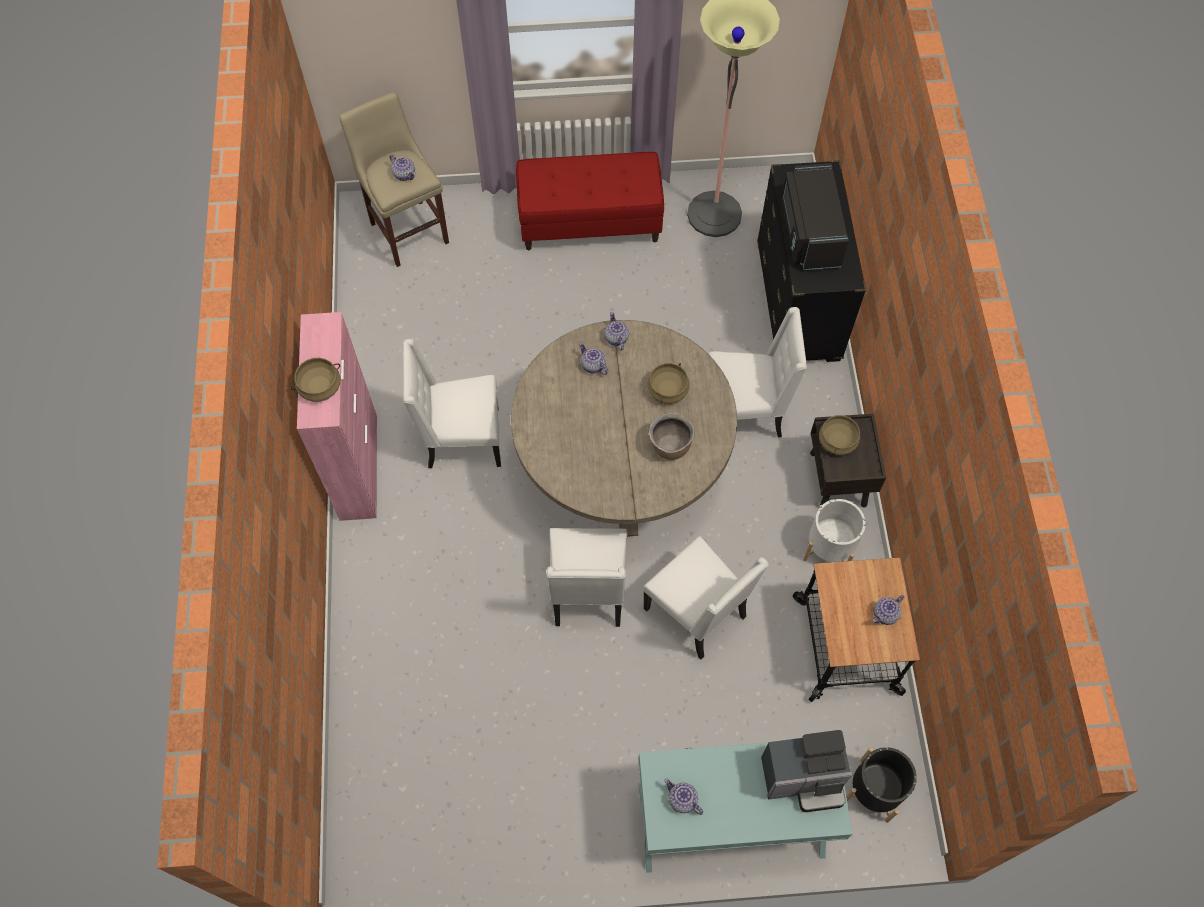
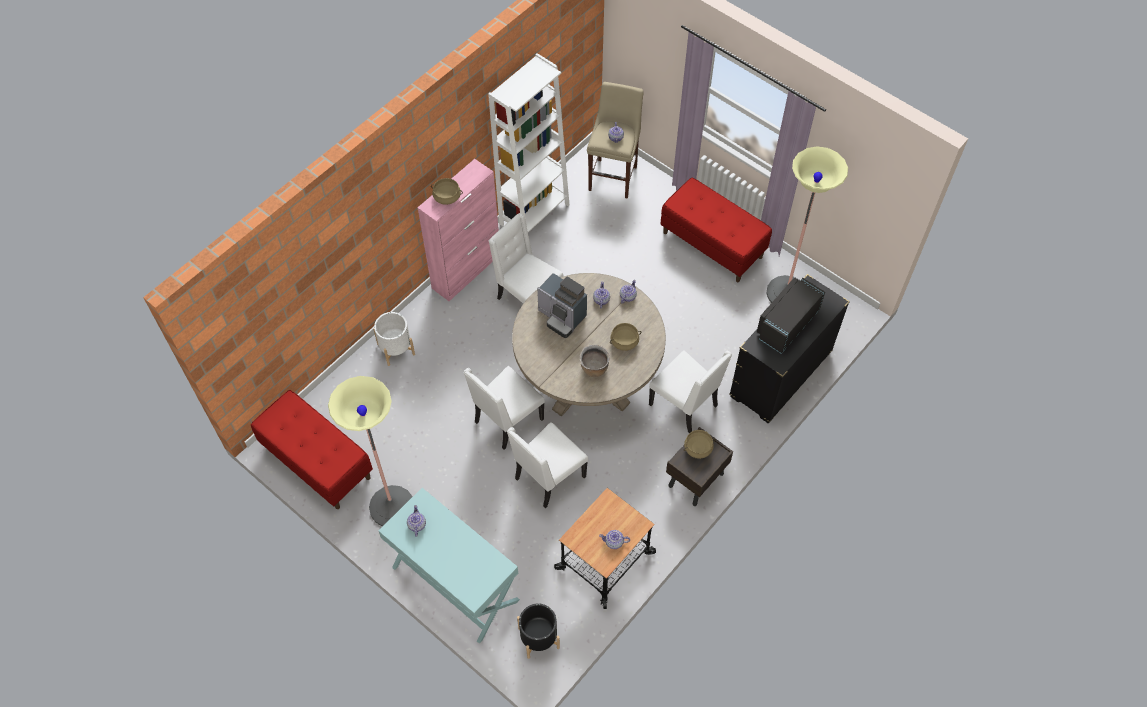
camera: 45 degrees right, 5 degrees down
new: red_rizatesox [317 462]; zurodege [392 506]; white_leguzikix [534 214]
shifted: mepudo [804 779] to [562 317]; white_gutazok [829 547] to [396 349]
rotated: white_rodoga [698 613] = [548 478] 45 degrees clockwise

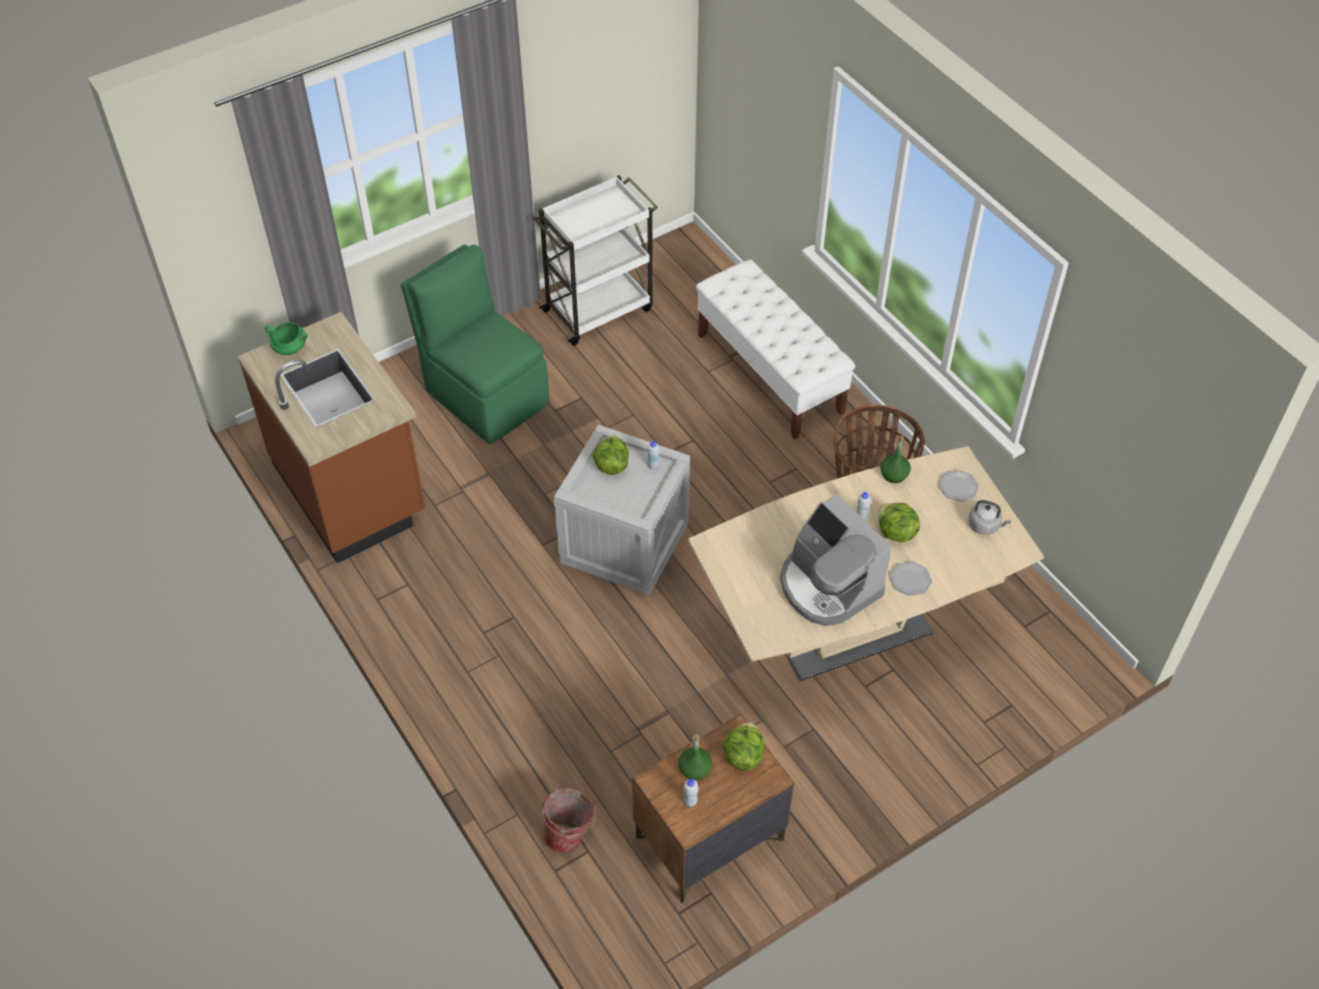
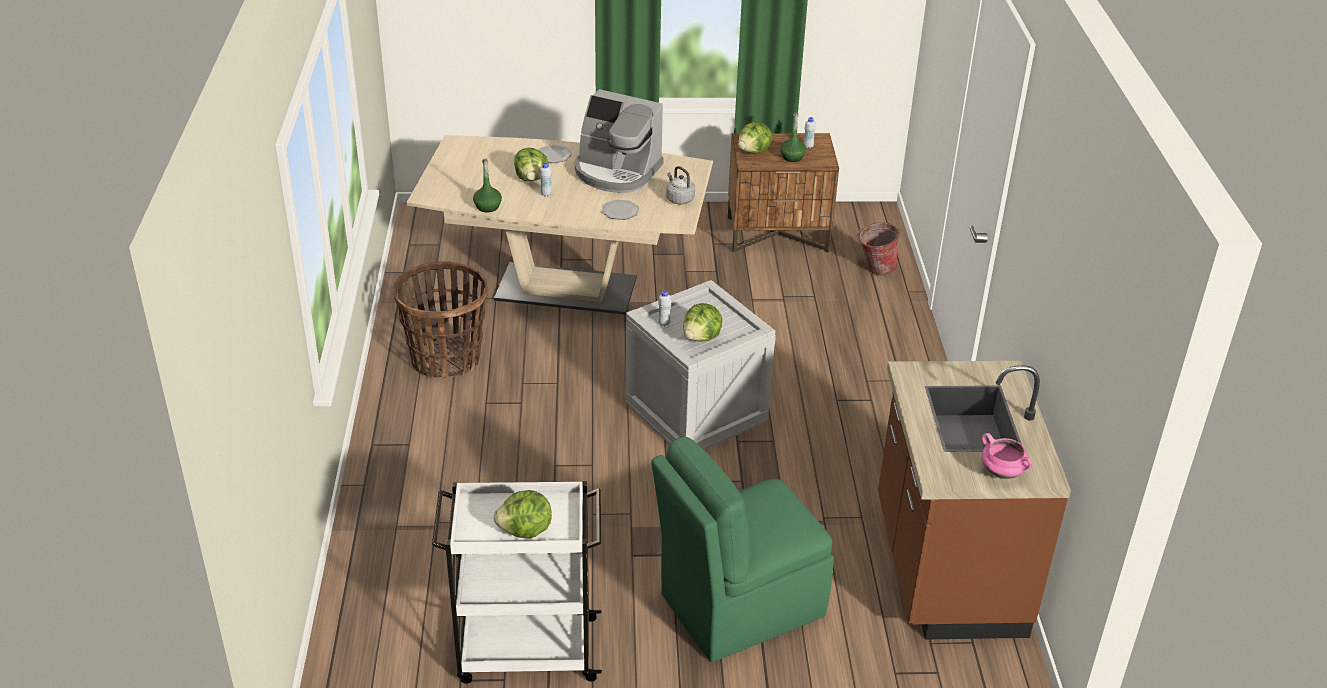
camera: 150 degrees left, 15 degrees down
gone: white_rizatesox [770 374]
new: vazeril [525 531]
shifted: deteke [957 487] to [620 211]; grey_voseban [985 526] to [679 199]
repainted: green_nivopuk [289 349] to pink_nivopuk [1003 472]
rotated: green_rodoga [485 395] = [738 606] 75 degrees clockwise; mepudo [828 586] = [616 172] 120 degrees clockwise

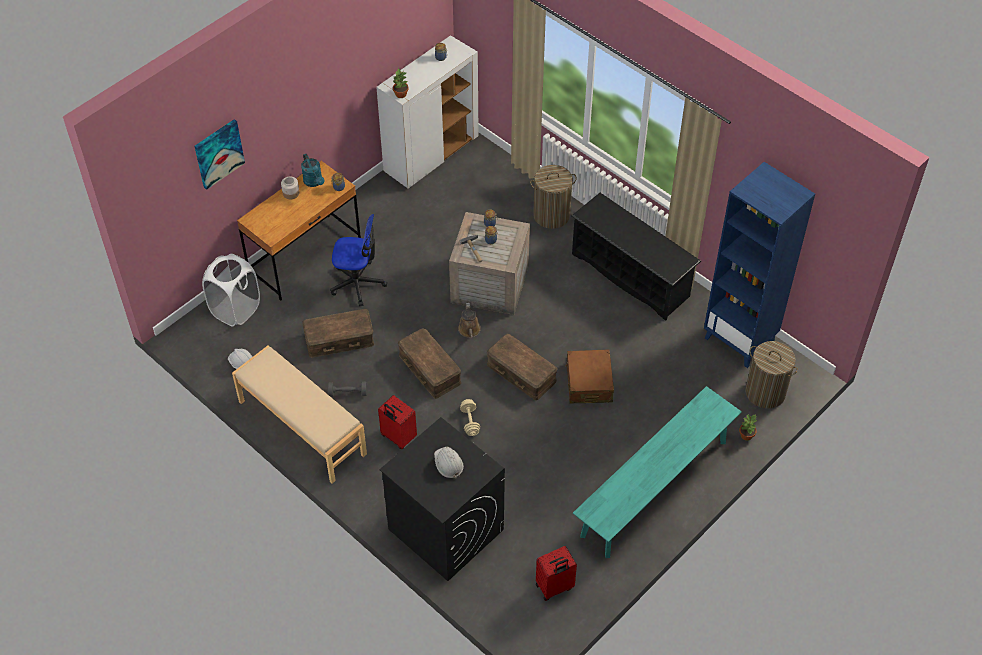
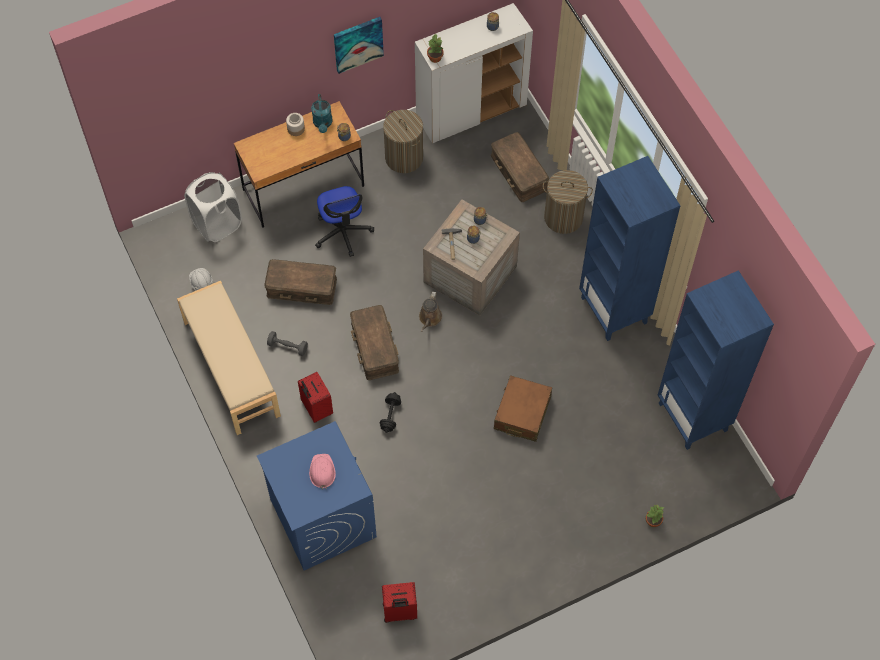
camera: 20 degrees right, 10 degrees up
gone: turquoise_rizatesox [654 488]
shifted: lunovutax [218 153] to [358 43]; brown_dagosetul [521 373] to [518 172]; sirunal [765 392] to [404 157]
swapped: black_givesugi [631 275] to blue_leguzikix [614 310]
repainted: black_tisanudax [445 529] to blue_tisanudax [322 517]; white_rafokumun [448 463] to pink_rafokumun [322 472]; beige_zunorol [470 422] to black_zunorol [390 415]
rotated: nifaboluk [358 283] = [343 232] 45 degrees clockwise

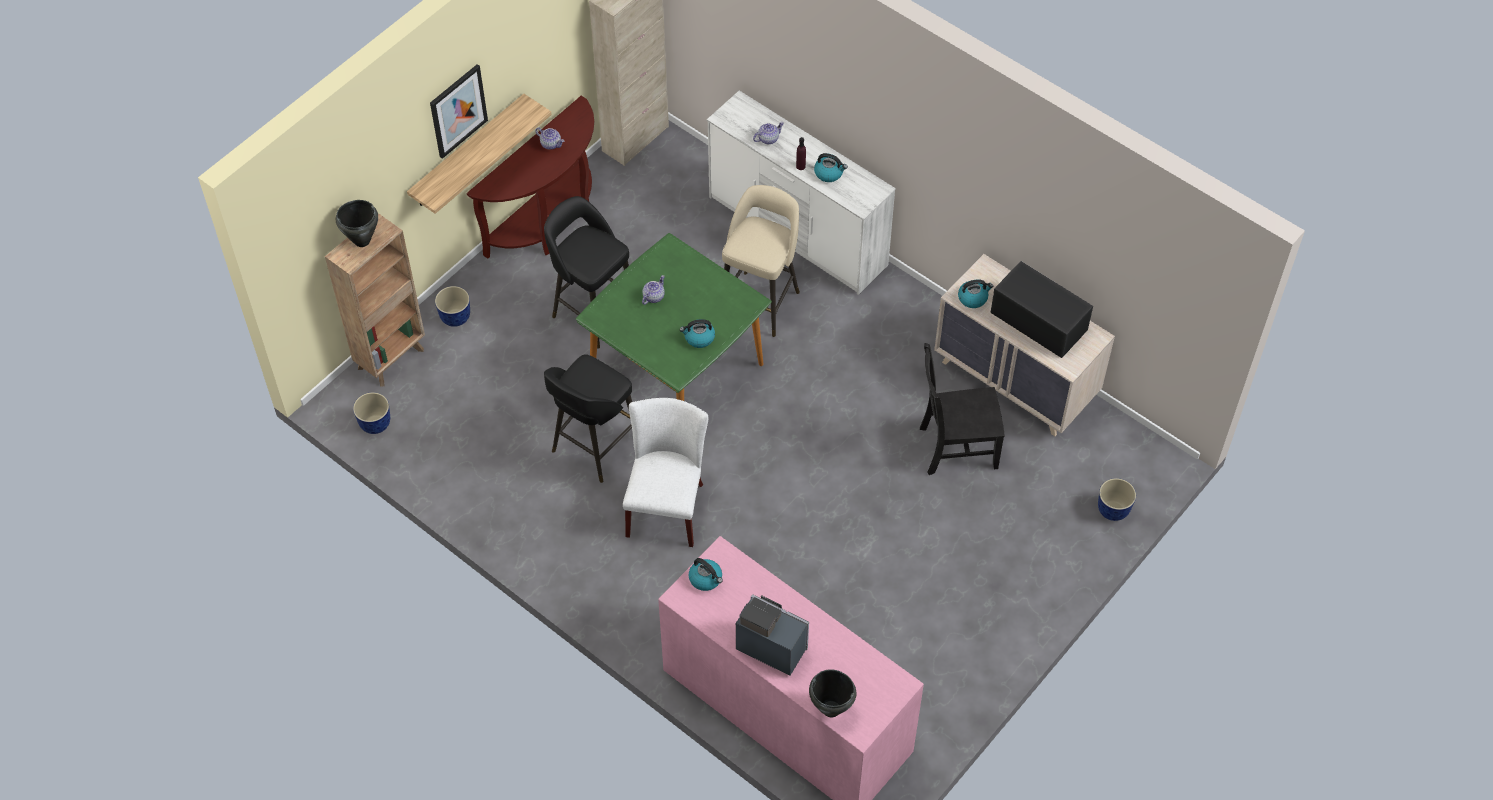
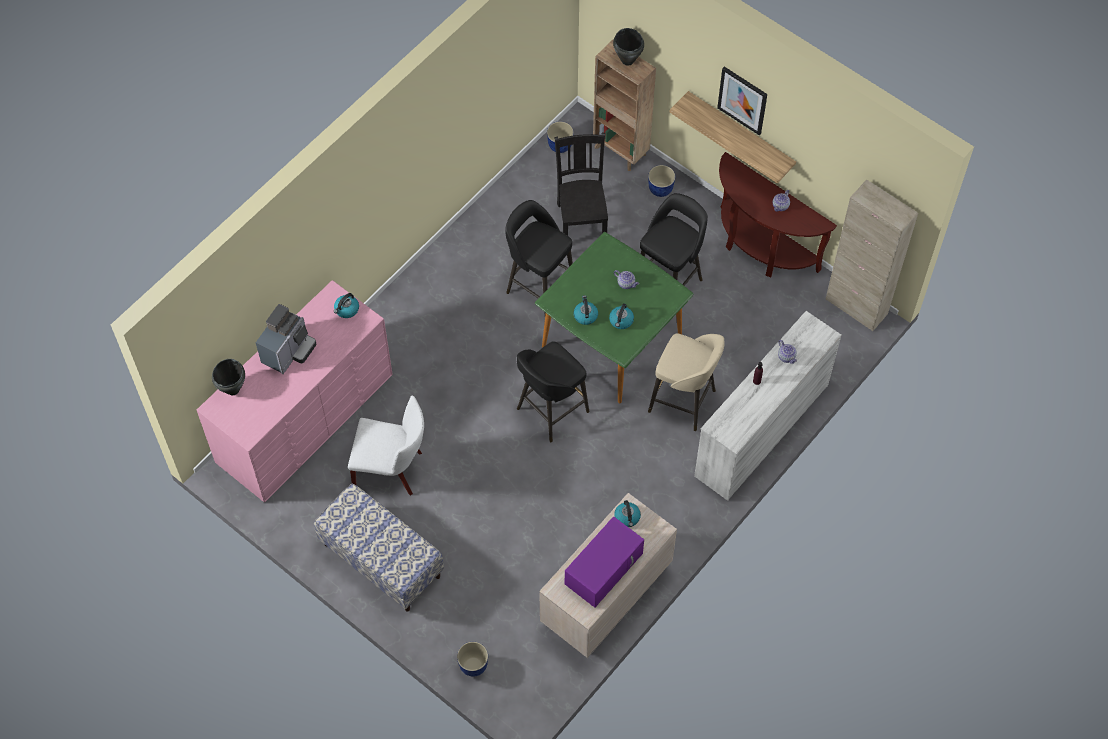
camera: 90 degrees right, 5 degrees up
new: rizatesox [381 560]; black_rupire [551 411]
shifted: white_rodoga [667 505] to [392 469]; voseban [829 173] to [621 321]; black_rodoga [955 447] to [581 221]
repainted: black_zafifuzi [1037 320] to purple_zafifuzi [604 567]

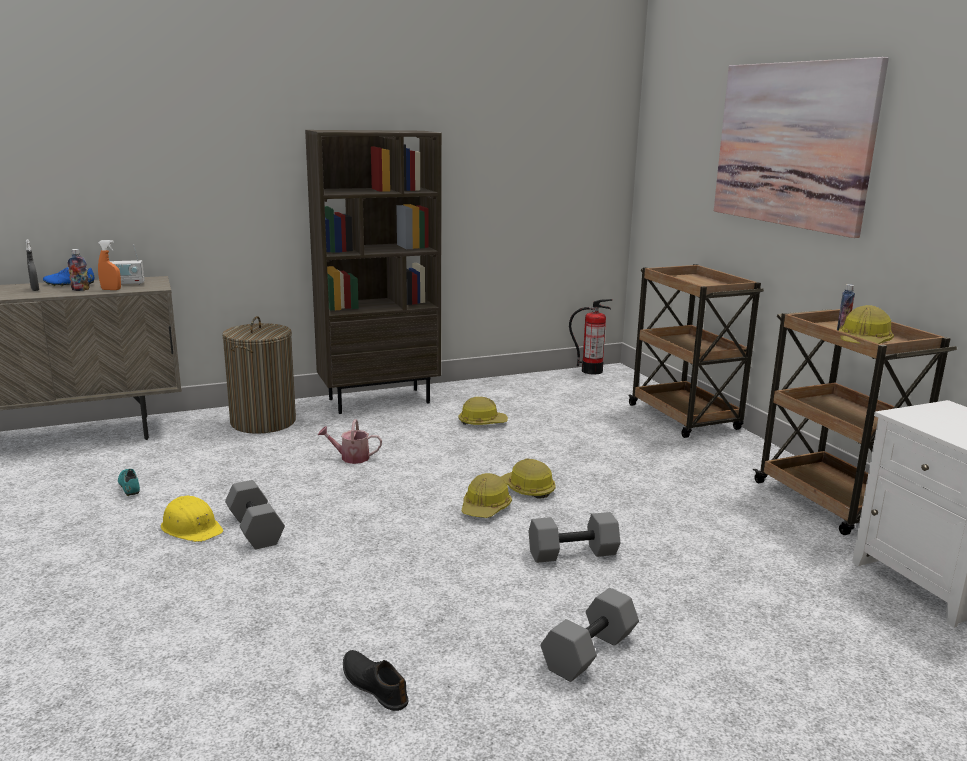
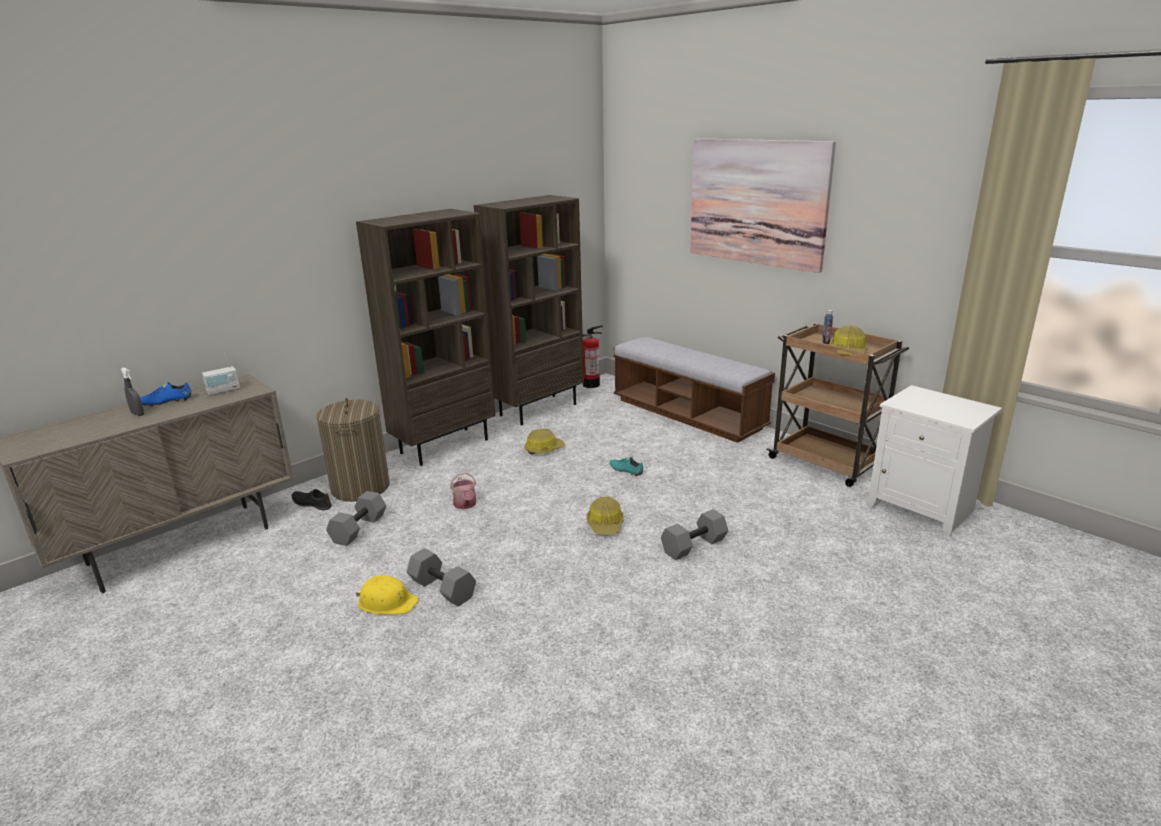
camera: 20 degrees left, 5 degrees up
gone: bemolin [80 290]; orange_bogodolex [111 289]; rafokumun [528 489]
new: brown_leguzikix [538 409]
shifted: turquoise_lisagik [130 487] to [626 470]; black_lisagik [374 685] to [311 503]; grey_zunorol [590 653] to [359 529]
swapped: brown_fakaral [685 418] to rizatesox [687 414]
rotated: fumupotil [351 458] = [465 505] 90 degrees counterclockwise

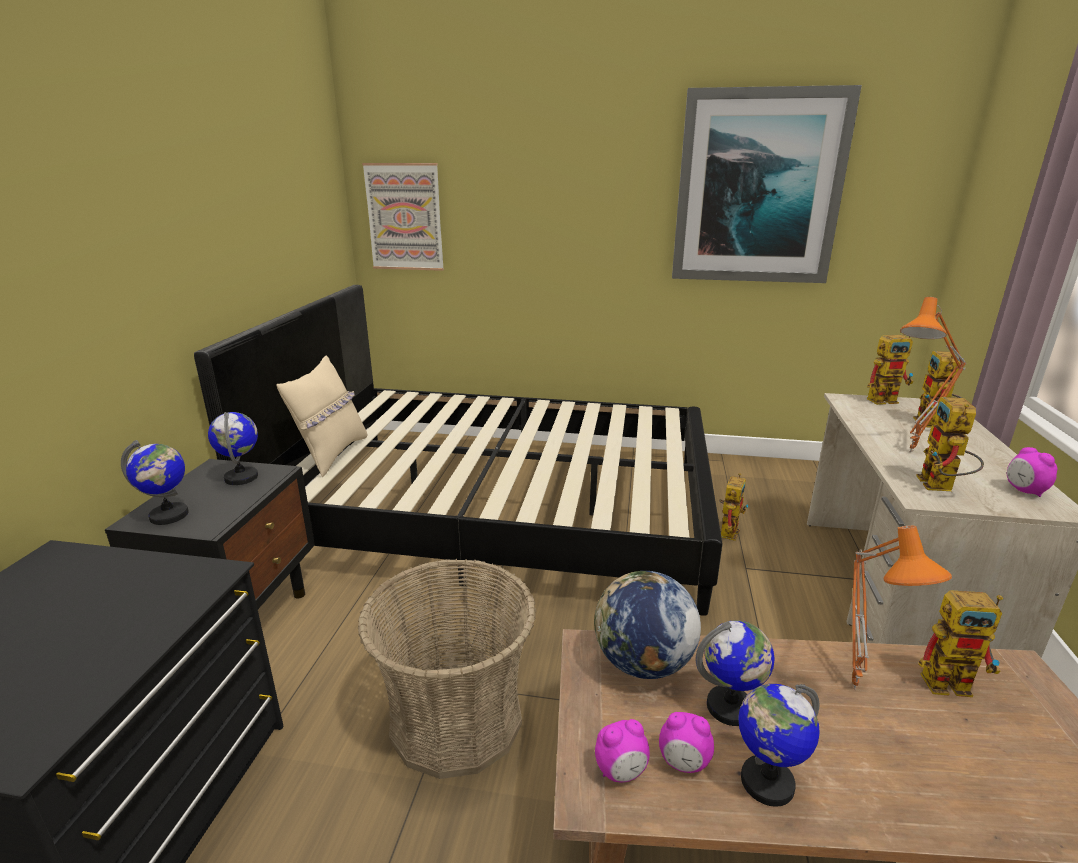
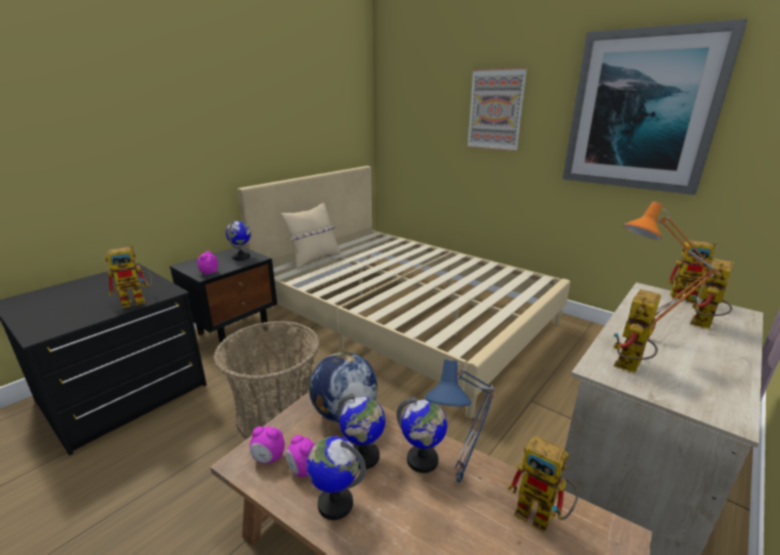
camera: 30 degrees right, 0 degrees up
shifted: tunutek [169 515] to [422 460]; lunovutax [404 217] to [495 110]; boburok [728 530] to [139 300]; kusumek [1024 491] to [209 273]
repainted: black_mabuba [499 507] to beige_mabuba [403 315]; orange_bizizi [858 688] to blue_bizizi [461 485]

